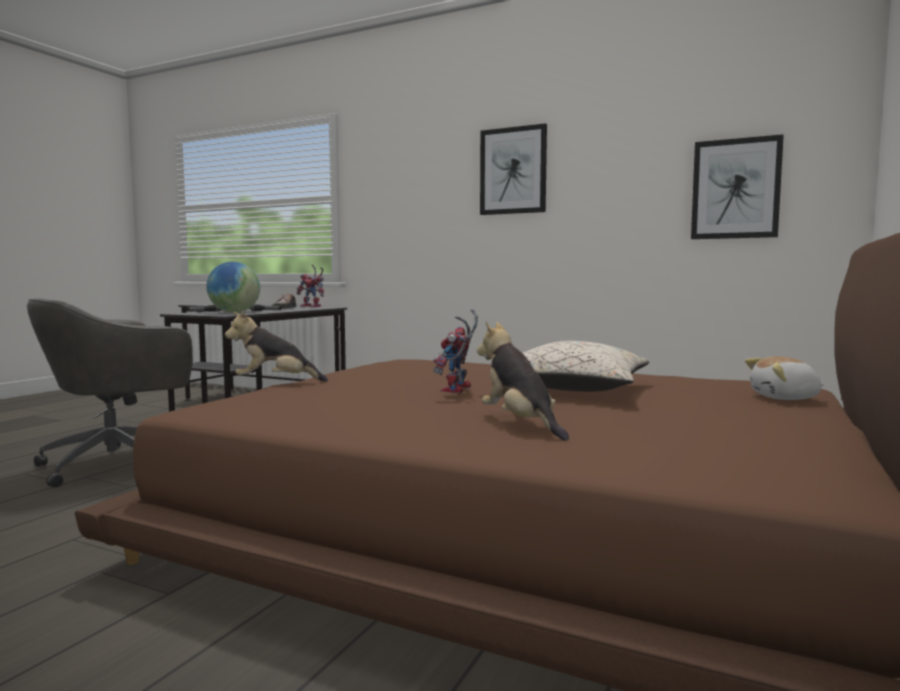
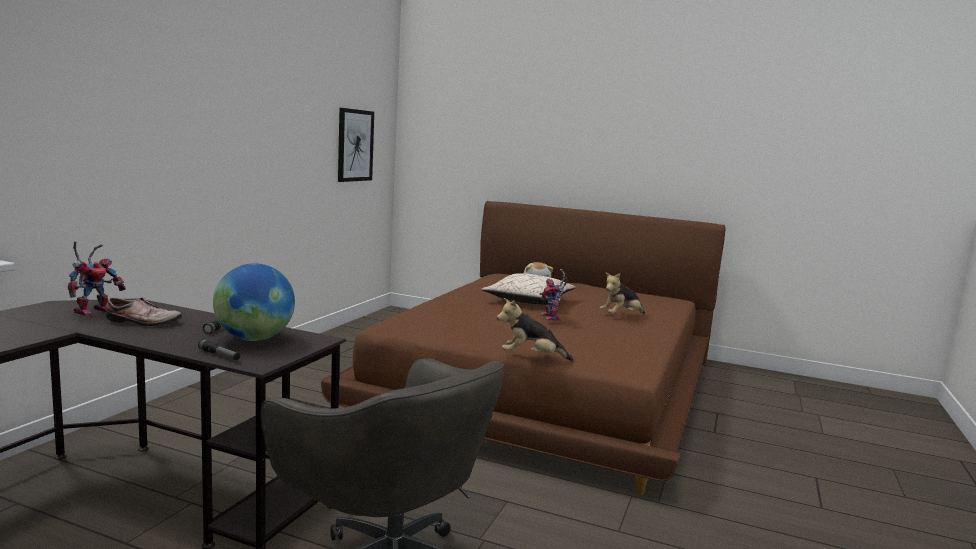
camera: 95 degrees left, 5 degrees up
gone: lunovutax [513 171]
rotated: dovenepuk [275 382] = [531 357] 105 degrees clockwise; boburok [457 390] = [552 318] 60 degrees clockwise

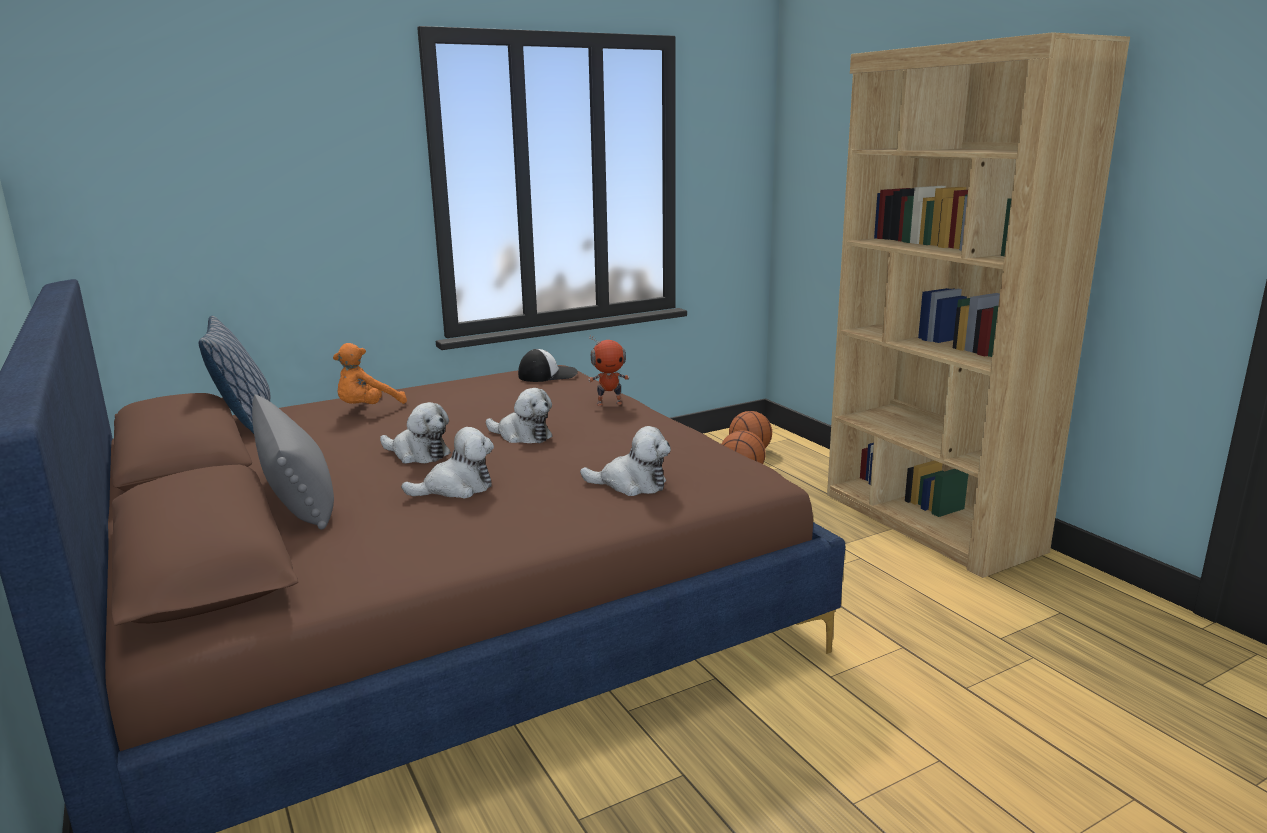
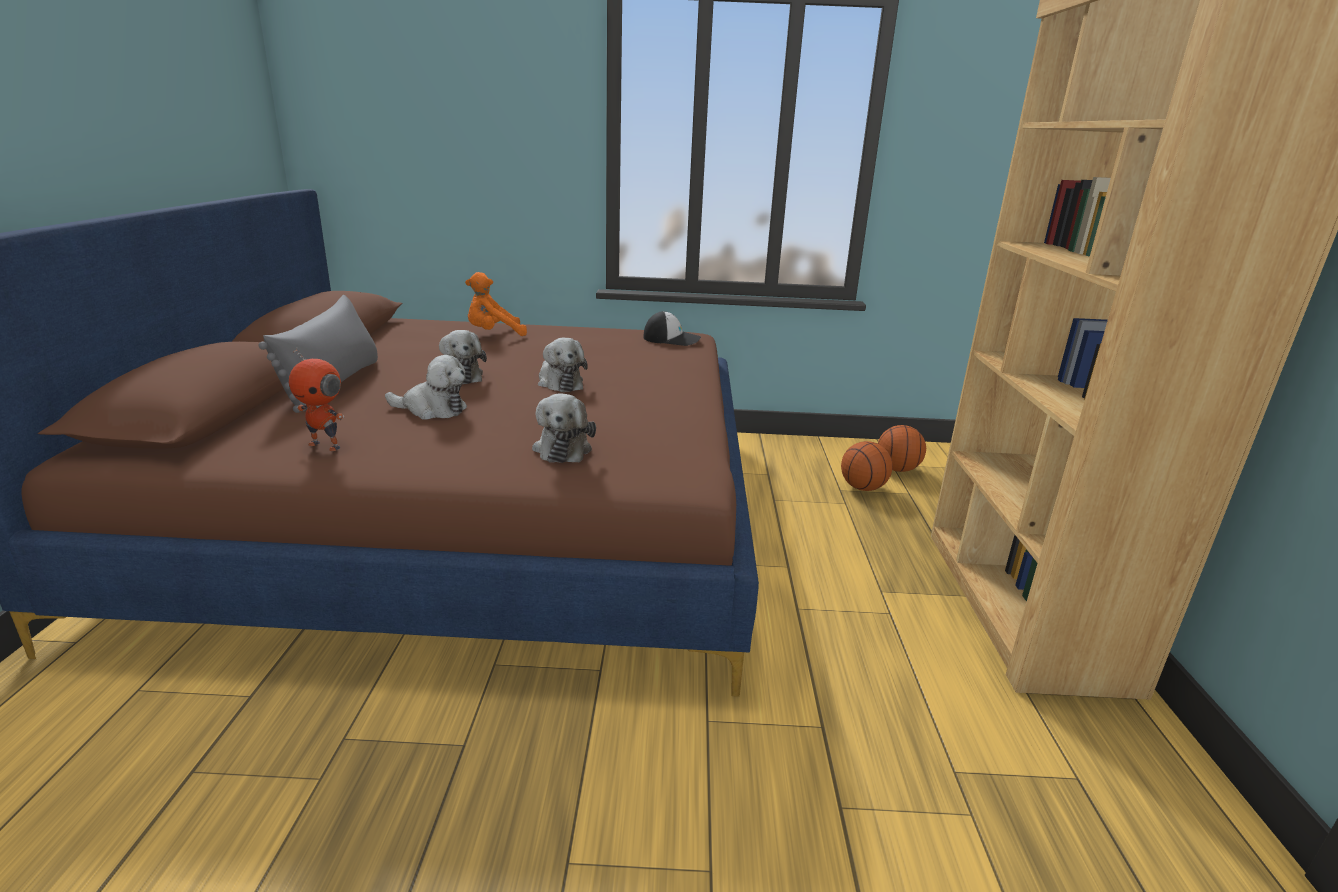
camera: 30 degrees right, 5 degrees up
gone: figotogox [245 423]
shifted: boburok [609 403] to [326 445]
rotated: dovenepuk [631 484] = [563 448] 45 degrees clockwise

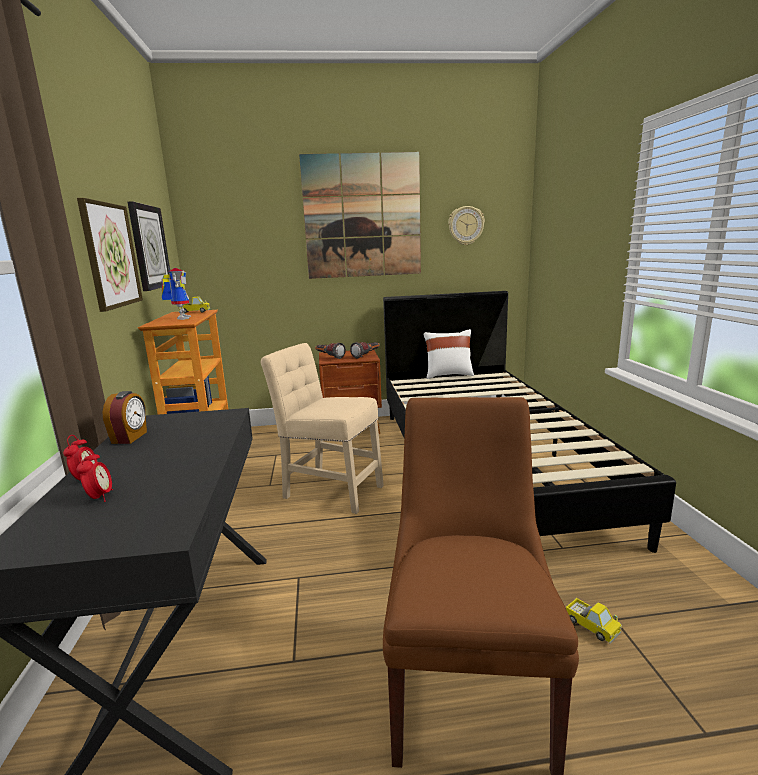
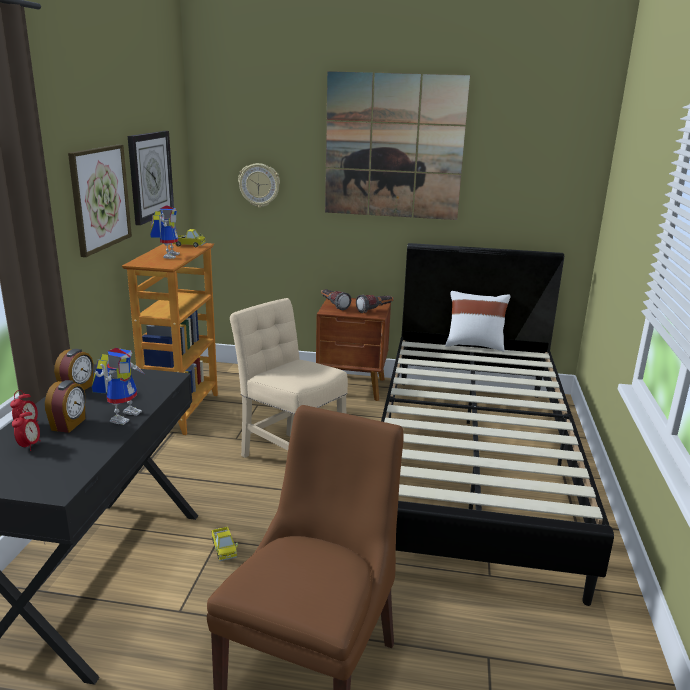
camera: 15 degrees right, 5 degrees up
new: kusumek [69 424]; boburok [123 415]
shifted: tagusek [466 225] to [259 185]; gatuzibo [591 626] to [224 549]

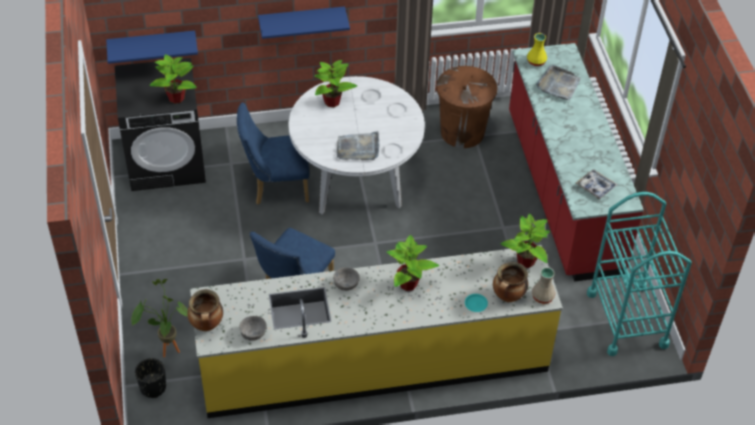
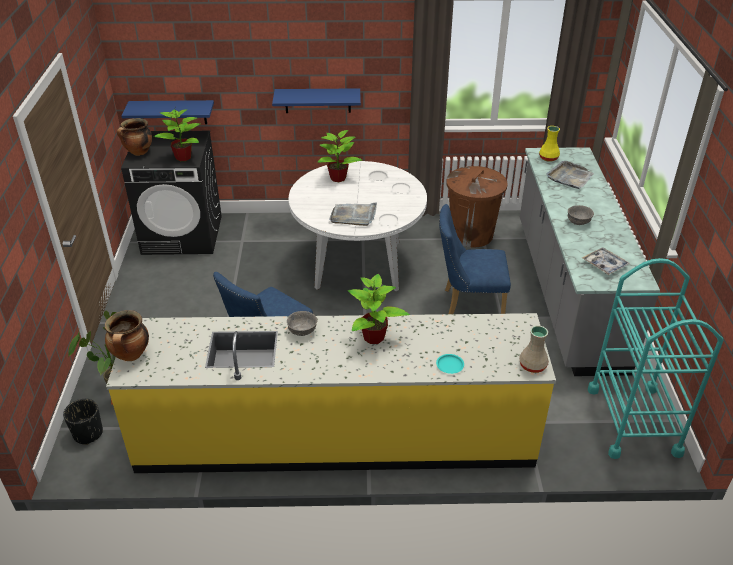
camera: 10 degrees right, 10 degrees down
gone: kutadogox [525 261]
shifted: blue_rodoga [275 187] to [468 304]; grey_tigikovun [253 334] to [578 222]; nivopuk [508 296] to [139 152]
repainted: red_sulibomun [561 192] to grey_sulibomun [567 292]

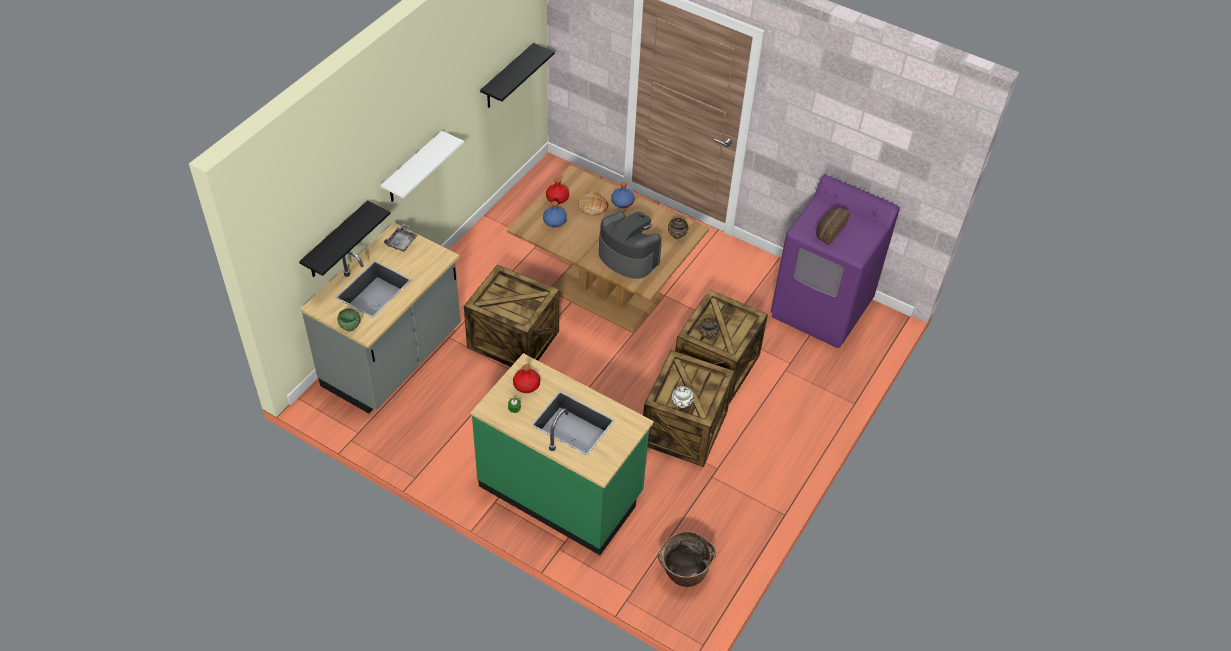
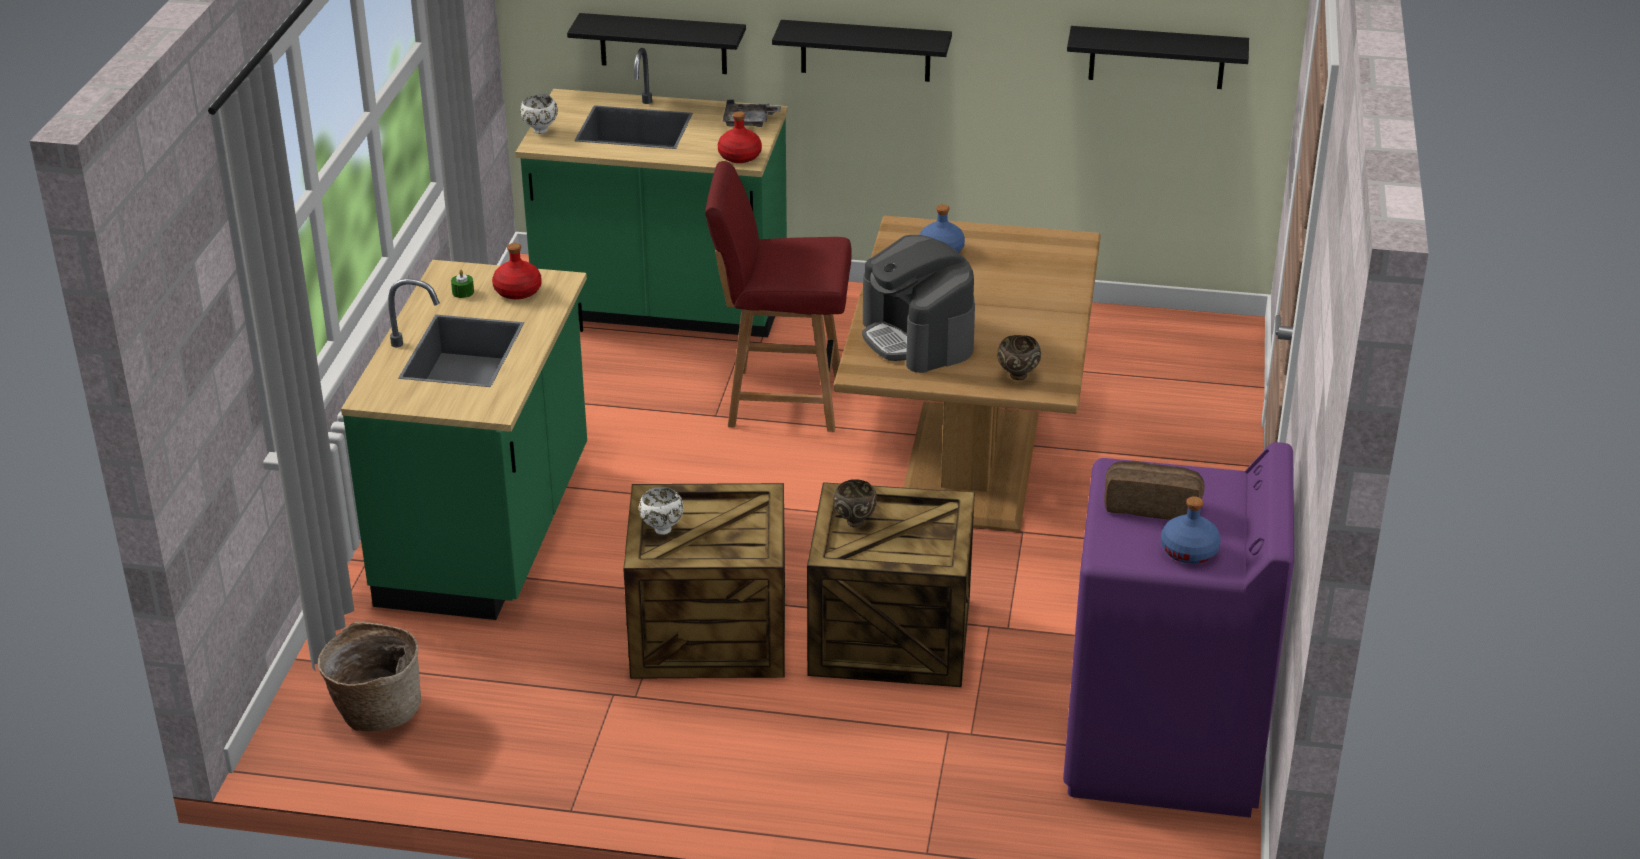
camera: 70 degrees right, 15 degrees down
gone: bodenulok [592 206]
shifted: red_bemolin [557 198] to [740 156]; blue_bemolin [622 202] to [1189 551]
swapped: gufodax [512 340] to red_rodoga [781 400]
repainted: grey_sulibomun [393 358] to green_sulibomun [662 306]; green_tigikovun [350 328] to white_tigikovun [540 131]; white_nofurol [413 168] to black_nofurol [865 51]
rotated: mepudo [628 257] = [918 338] 135 degrees clockwise

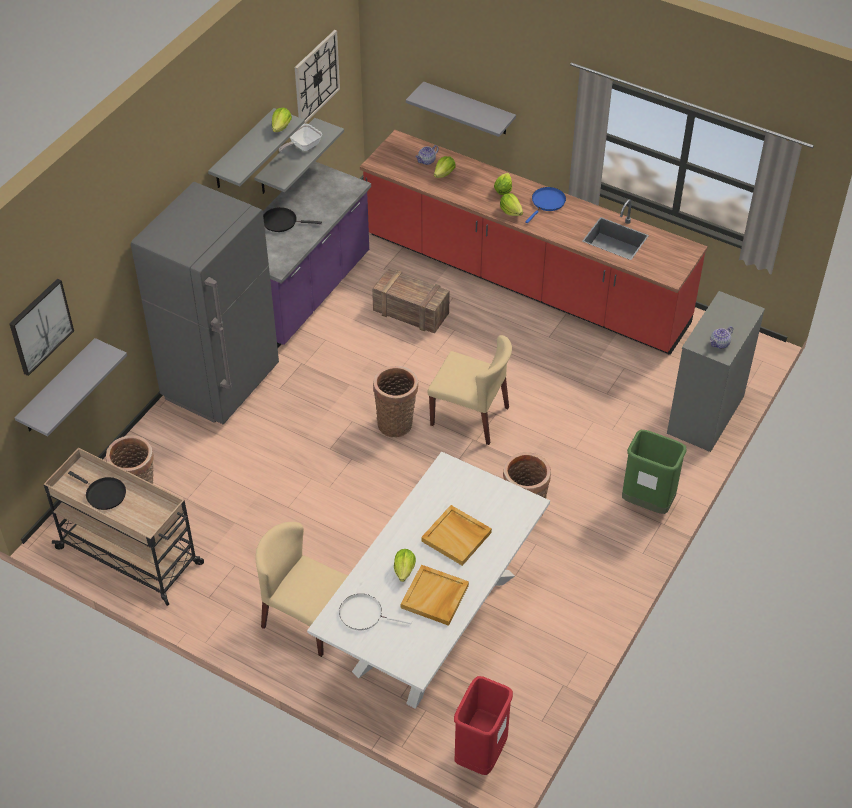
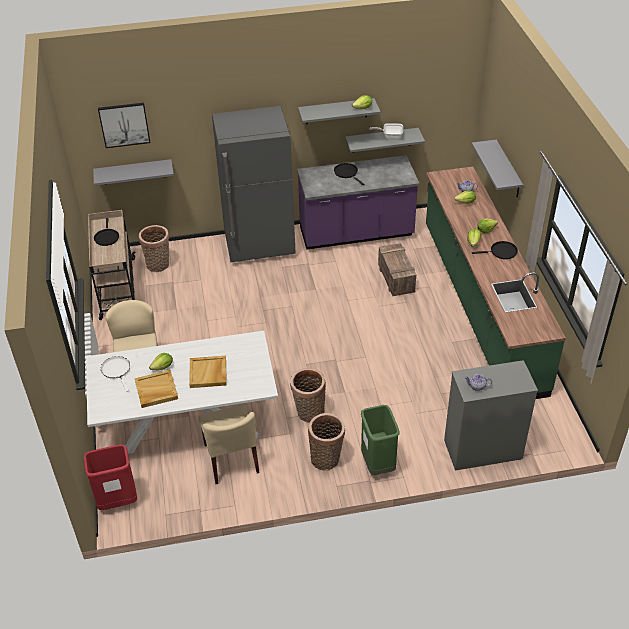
camera: 50 degrees right, 5 degrees down
gone: tagusek [316 78]
shifted: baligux [396 422] to [327 458]; beige_rodoga [470 416] to [231 459]
repainted: red_sulibomun [524 281] to green_sulibomun [480 305]; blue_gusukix [547 203] to black_gusukix [501 252]

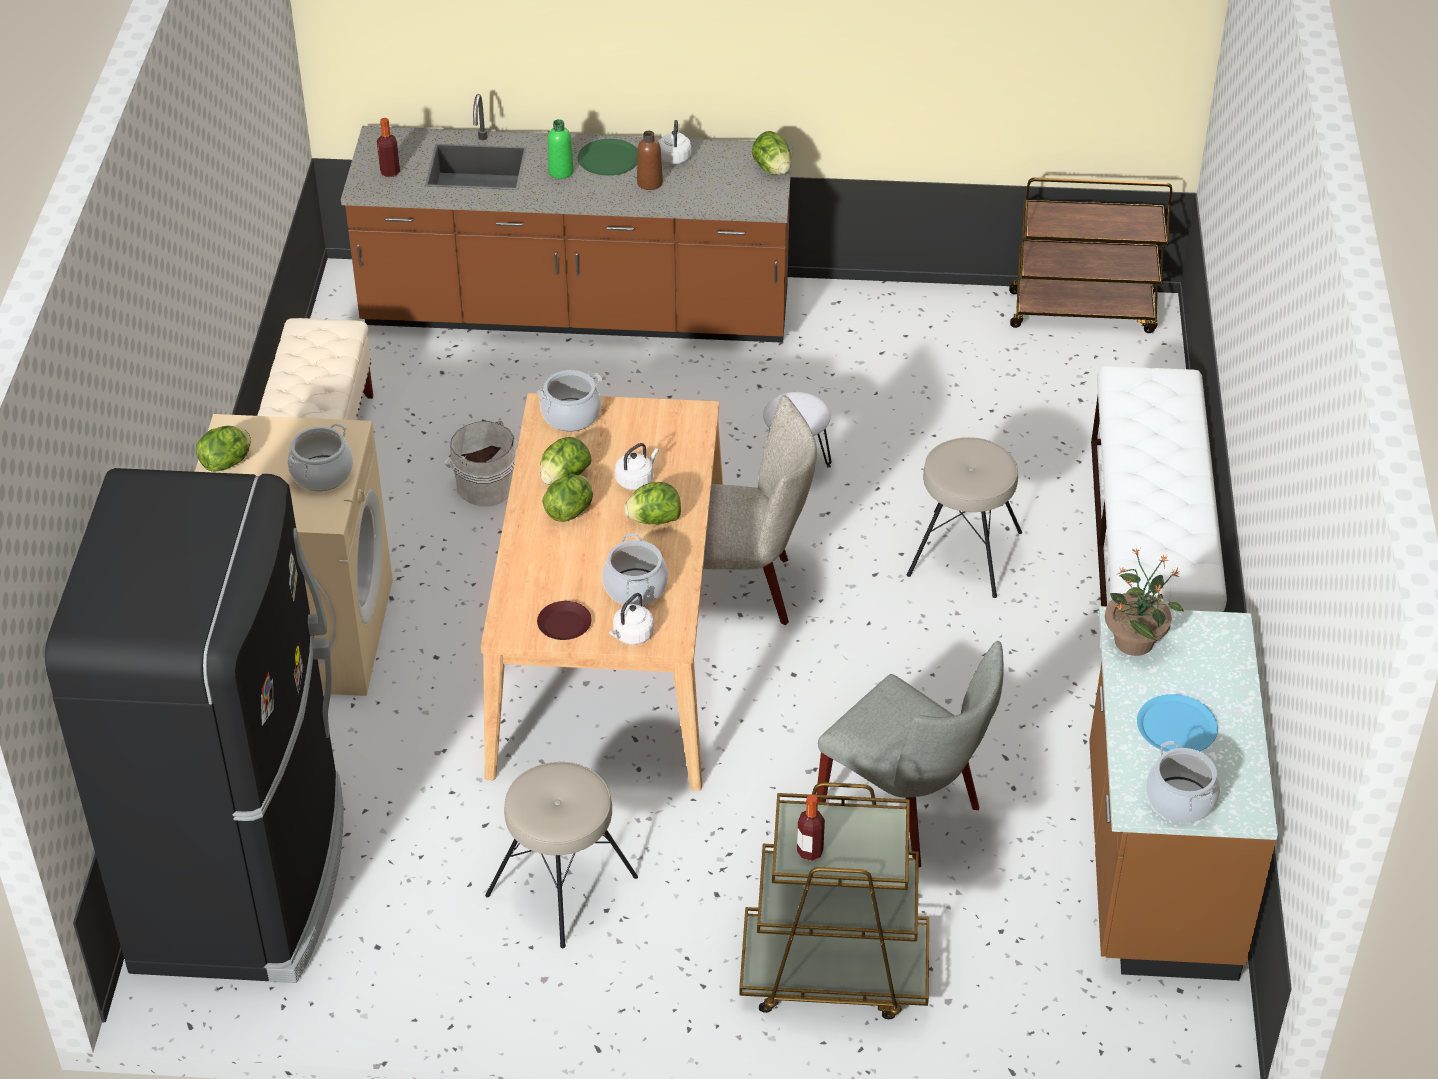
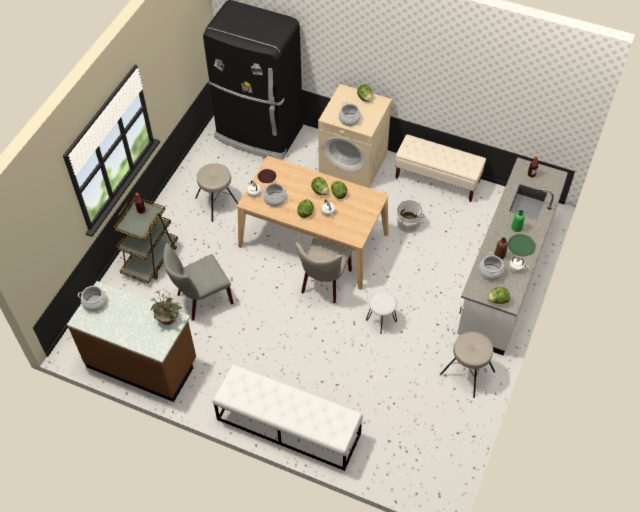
camera: 110 degrees right, 10 degrees up
gone: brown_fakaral [1083 311]; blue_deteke [1176 726]
shifted: nivopuk [571 415] to [490 272]; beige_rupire [963 553] to [467 372]
repainted: brown_sulibomun [577 312] to white_sulibomun [505 276]

